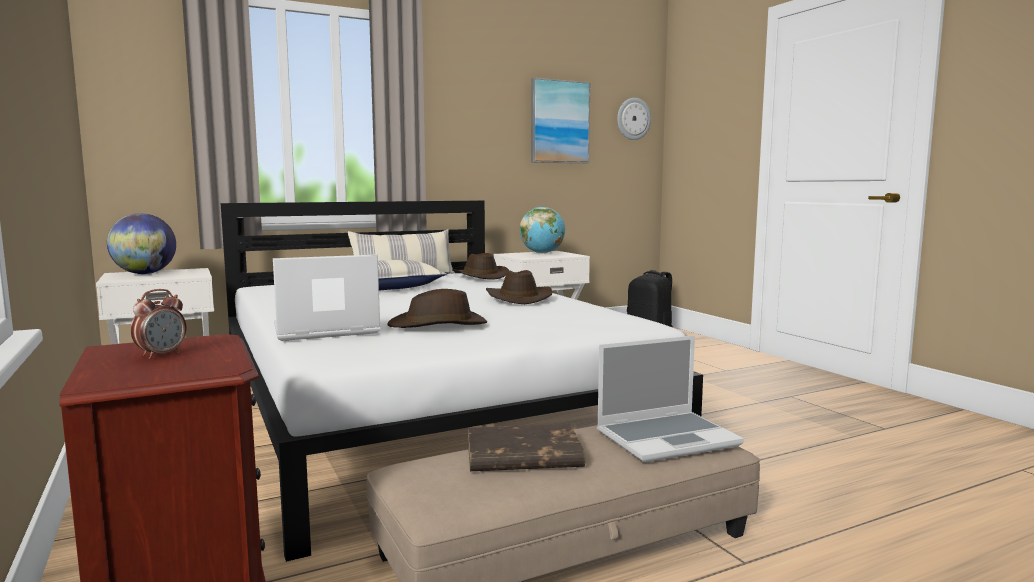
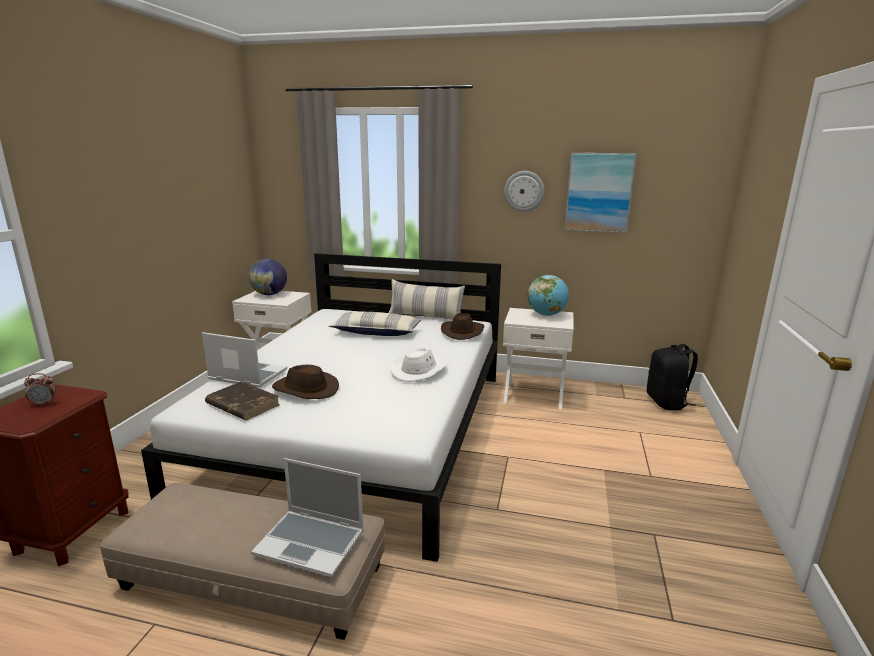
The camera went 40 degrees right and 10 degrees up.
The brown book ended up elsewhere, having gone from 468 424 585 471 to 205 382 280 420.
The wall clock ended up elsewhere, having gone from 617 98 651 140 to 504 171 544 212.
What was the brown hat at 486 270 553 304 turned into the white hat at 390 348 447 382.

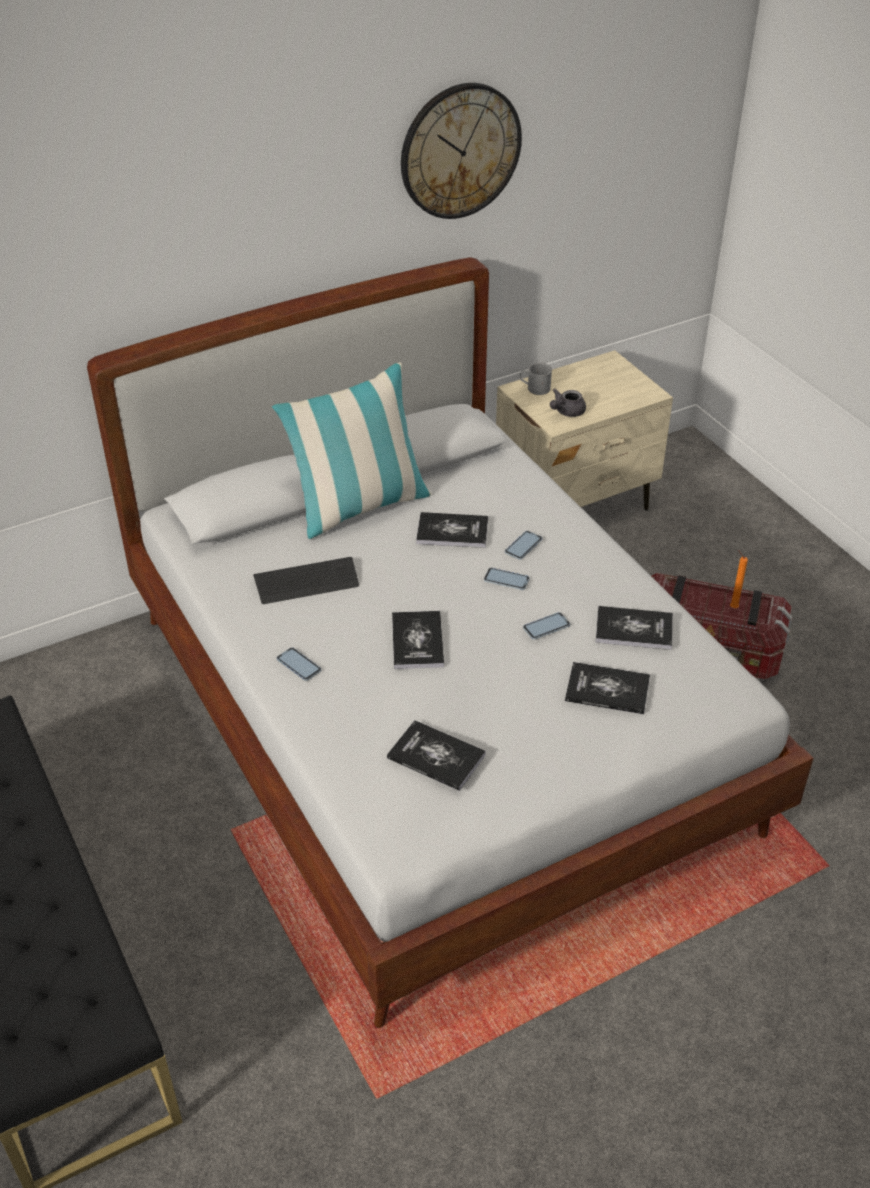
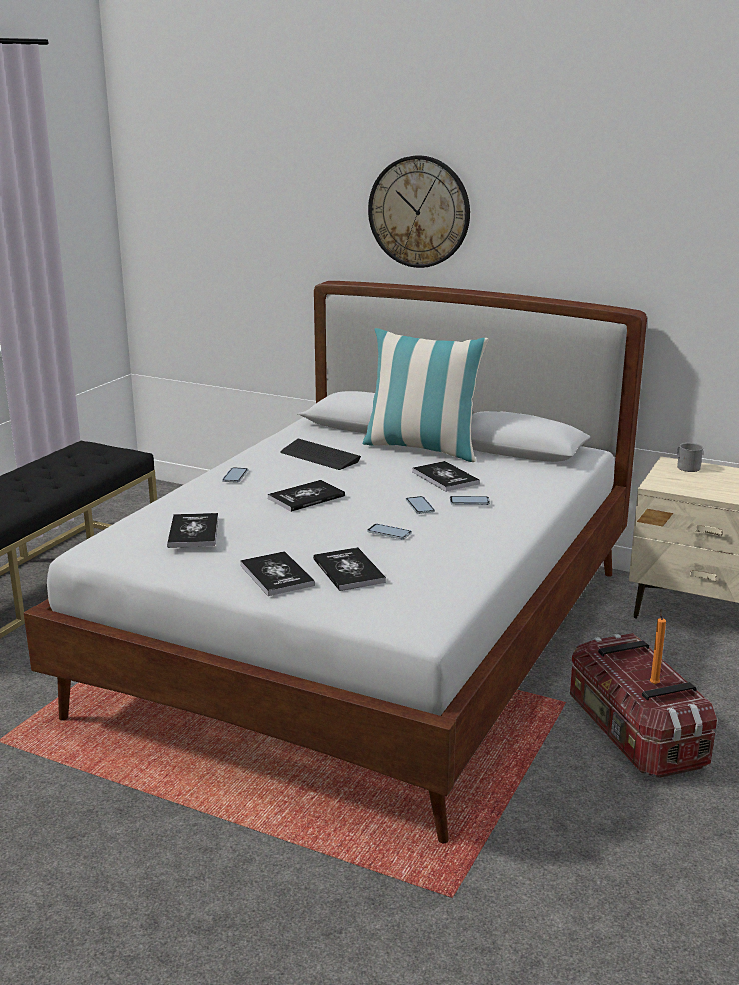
The camera went 55 degrees right and 20 degrees down.
The second view lost the grey teapot at 550 388 586 417.
The wall clock ended up elsewhere, having gone from 401 83 522 219 to 368 155 470 268.
The book ended up elsewhere, having gone from 595 606 673 650 to 240 551 315 596.

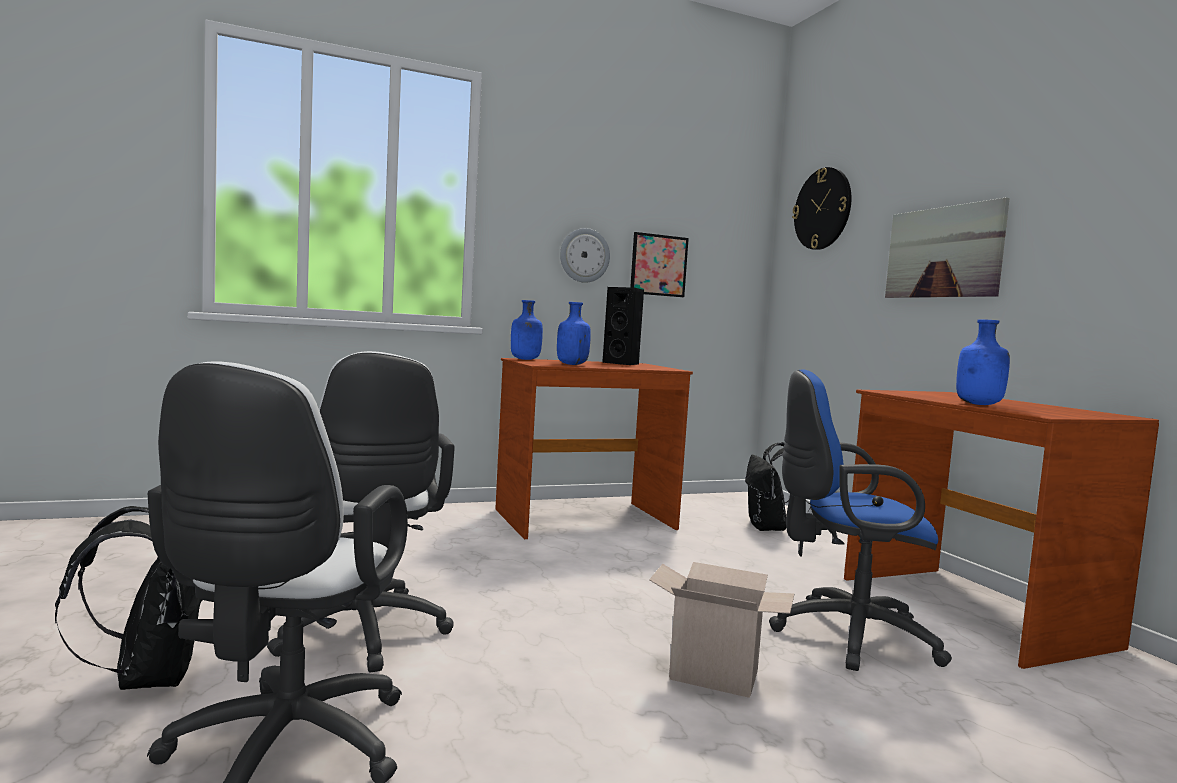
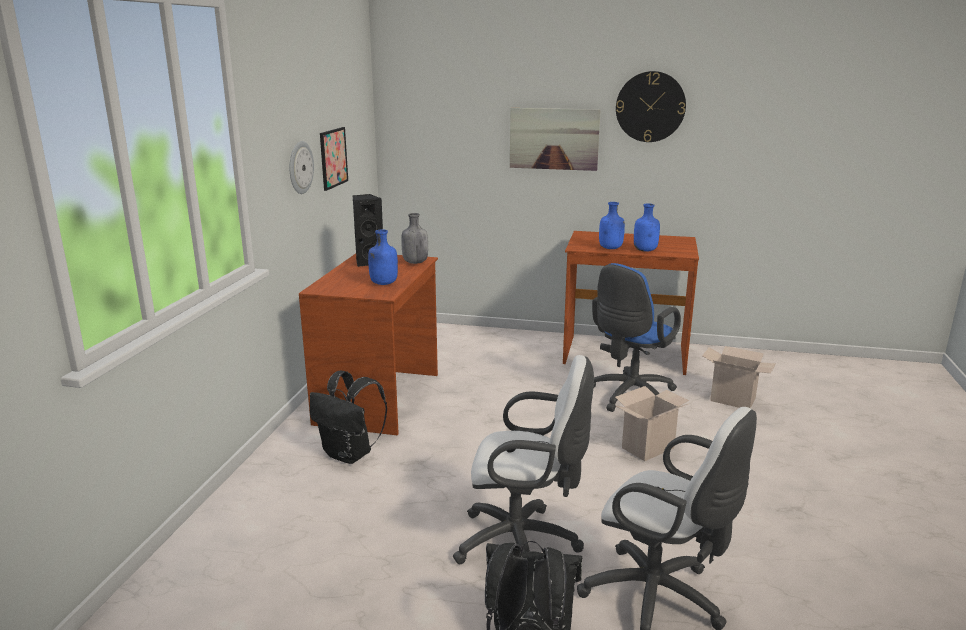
The camera went 55 degrees left and 15 degrees up.
The second view gained the grey bottle at 401 213 428 264.
The second view gained the cardboard box at 702 346 776 408.
The blue bottle ended up elsewhere, having gone from 511 300 543 360 to 599 202 625 249.
The black backpack ended up elsewhere, having gone from 745 442 811 531 to 310 371 387 464.
The wall clock ended up elsewhere, having gone from 792 167 851 250 to 616 71 686 142.

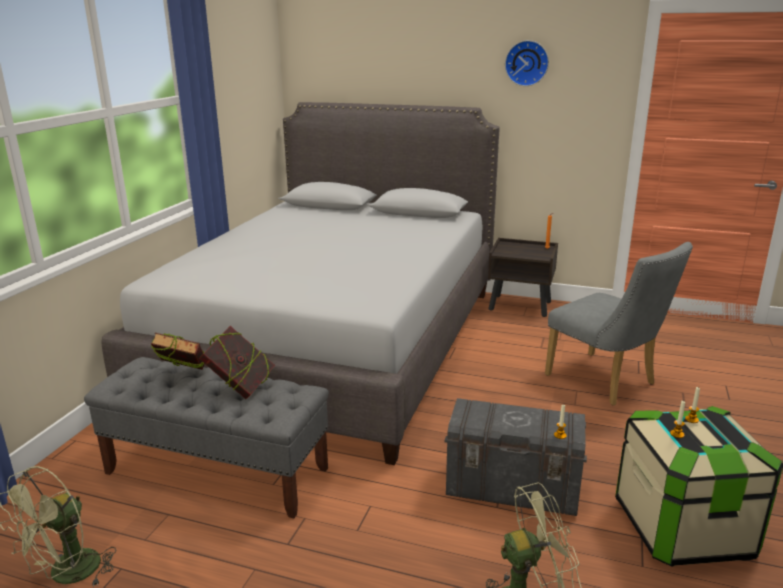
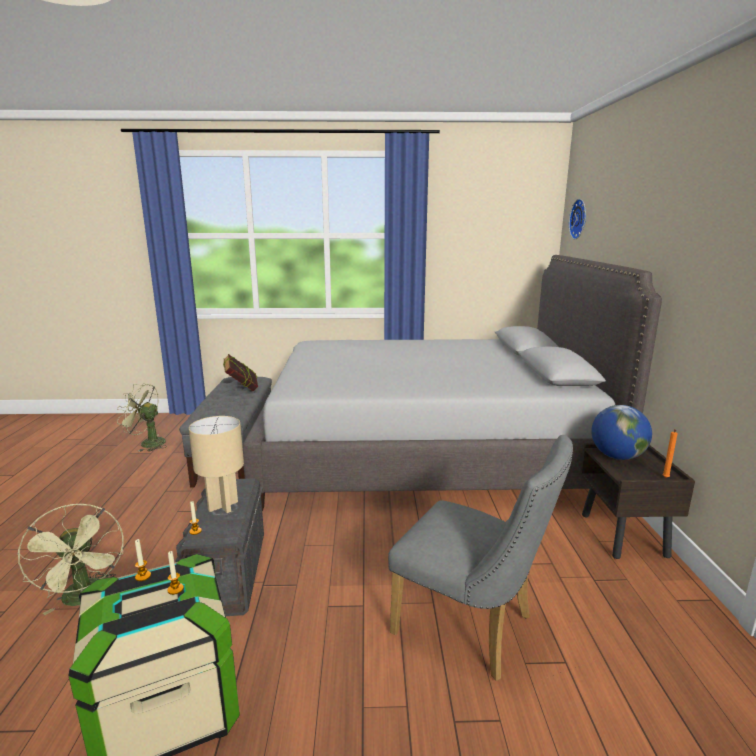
The camera went 70 degrees right and 5 degrees down.
The second view lost the book at 199 326 275 399.
The second view gained the beige table lamp at 189 416 244 513.
The second view gained the globe at 591 405 652 460.
The wall clock ended up elsewhere, having gone from 505 40 549 86 to 569 199 586 239.
The grey chair at 545 242 693 406 ended up facing another way, 90 degrees counterclockwise from before.

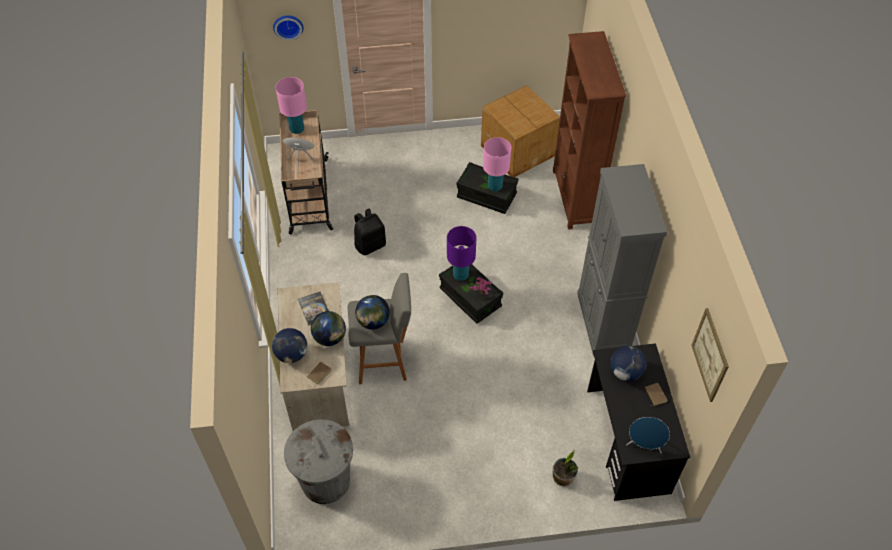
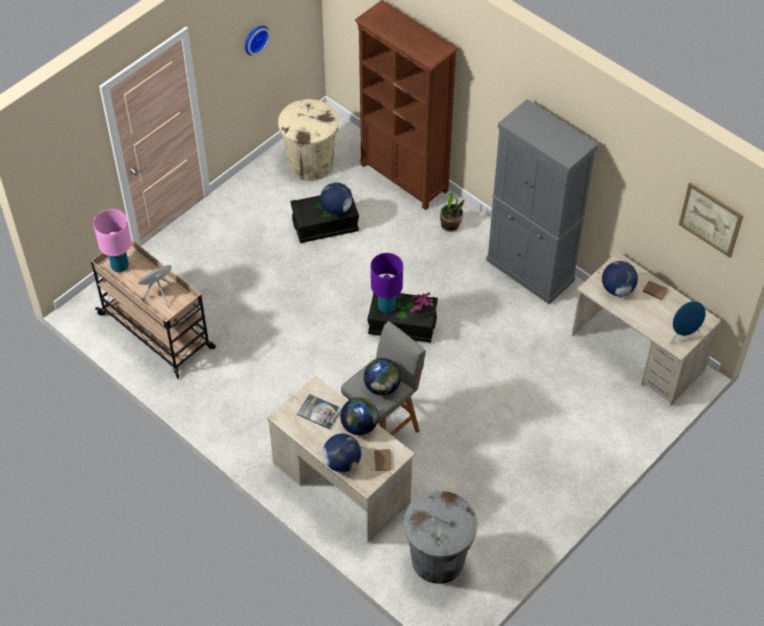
The camera went 40 degrees left and 0 degrees up.
The second view lost the black backpack at 354 208 386 255.
The wall clock ended up elsewhere, having gone from 273 15 304 41 to 245 25 270 55.
The potted plant ended up elsewhere, having gone from 553 450 578 486 to 440 190 464 232.
Where the cardboard box stood at 481 85 560 177, the beige trash can came to stand at 278 99 339 181.
Where the pink table lamp stood at 483 137 511 191, the globe came to stand at 320 183 352 215.
What was the black desk at 587 343 690 501 turned into the beige desk at 571 251 721 406.

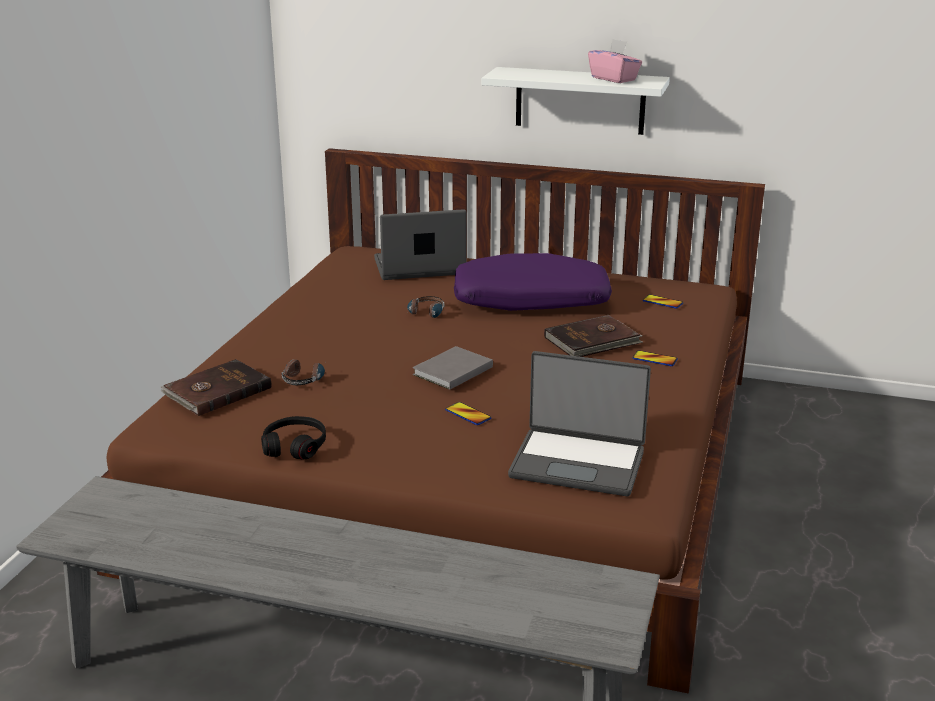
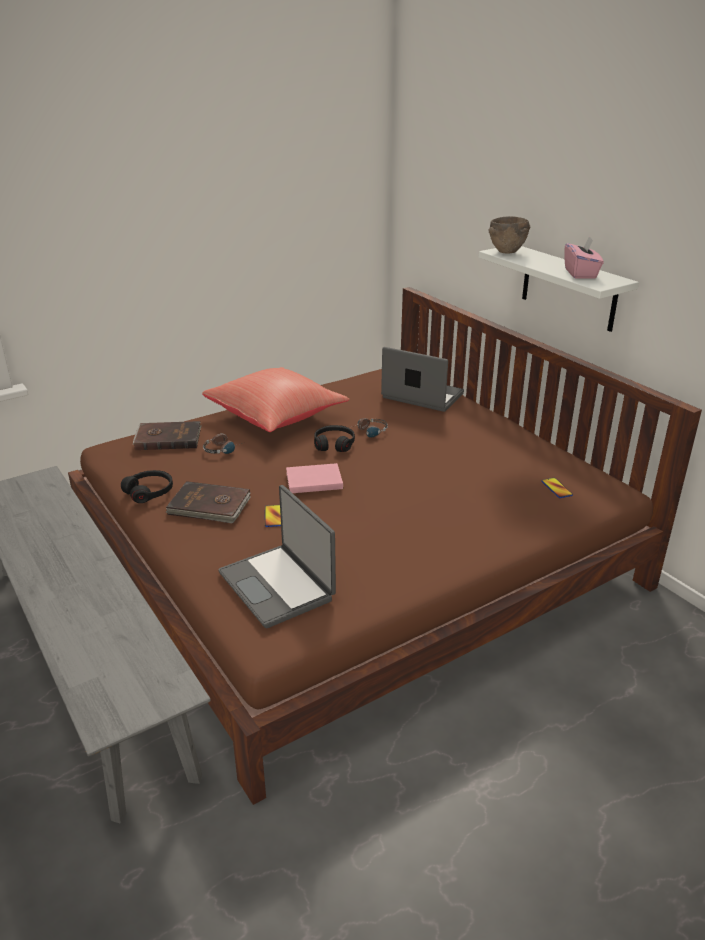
The camera went 40 degrees right and 5 degrees up.
The second view lost the purple pillow at 454 253 612 311.
The second view lost the phone at 632 350 678 366.
The second view gained the red pillow at 202 367 350 432.
The second view gained the black headphones at 314 425 355 452.
The second view gained the brown bowl at 488 216 530 253.
The brown book ended up elsewhere, having gone from 544 315 643 357 to 165 481 251 524.
What was the grey book at 413 346 493 390 turned into the pink book at 286 463 343 493.

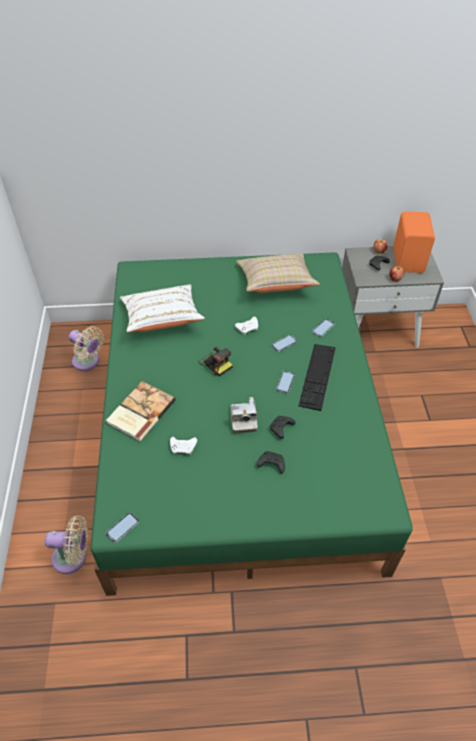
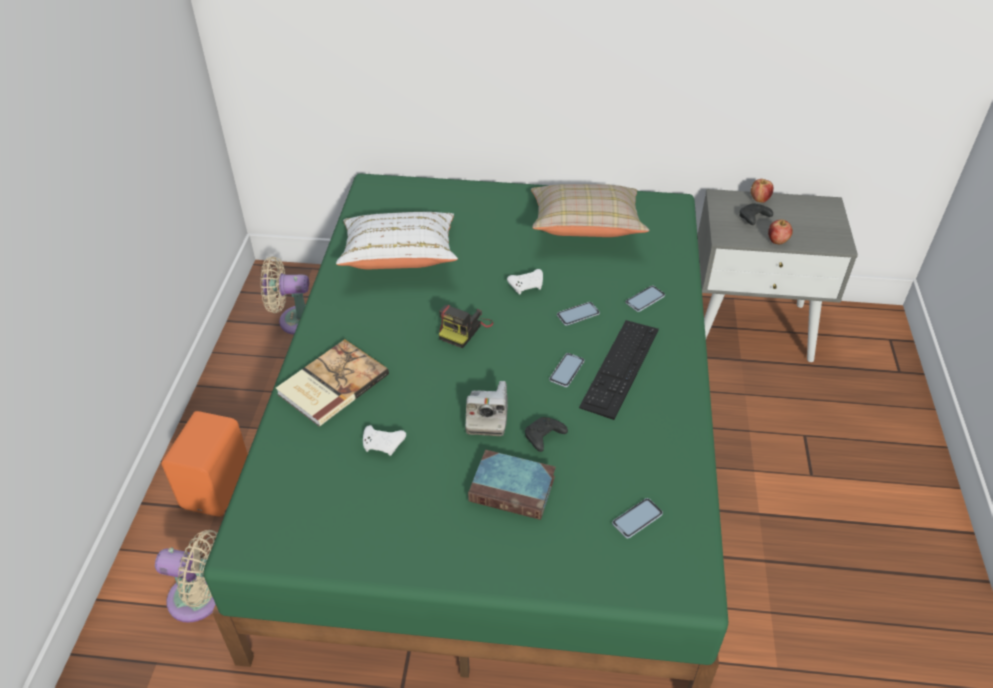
The camera went 10 degrees right and 5 degrees down.
The phone ended up elsewhere, having gone from 106 512 139 543 to 612 498 663 538.
The orange speaker ended up elsewhere, having gone from 393 211 435 273 to 161 411 248 517.
Where the black game controller stood at 257 451 285 474, the book came to stand at 468 450 556 520.
The beige fan at 68 326 104 371 ended up facing another way, 135 degrees clockwise from before.
The photo camera at 198 346 233 377 ended up facing another way, 60 degrees clockwise from before.

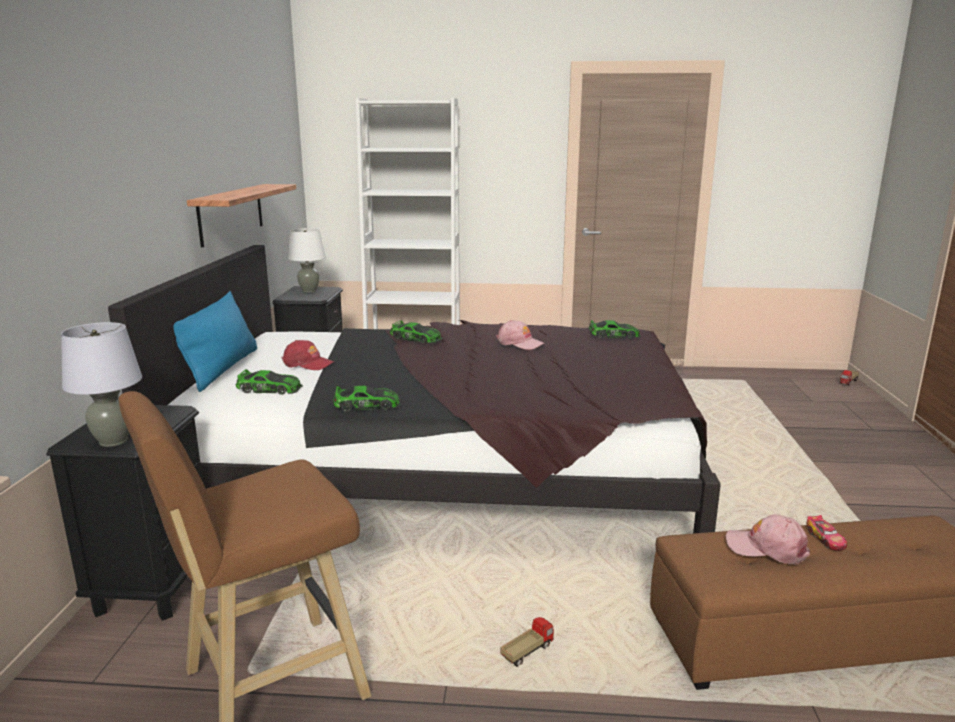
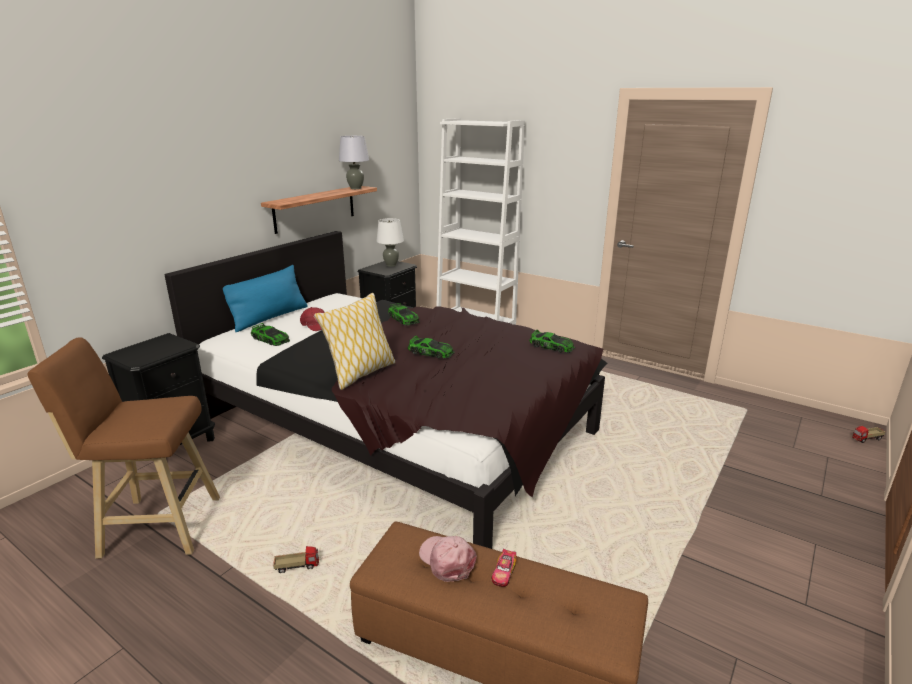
The camera went 30 degrees right and 5 degrees up.
The second view lost the pink cap at 496 320 545 350.
The second view gained the pillow at 314 293 396 390.
The grey table lamp ended up elsewhere, having gone from 61 322 142 447 to 339 136 369 189.
The toy car ended up elsewhere, having gone from 333 386 401 412 to 408 336 455 359.

